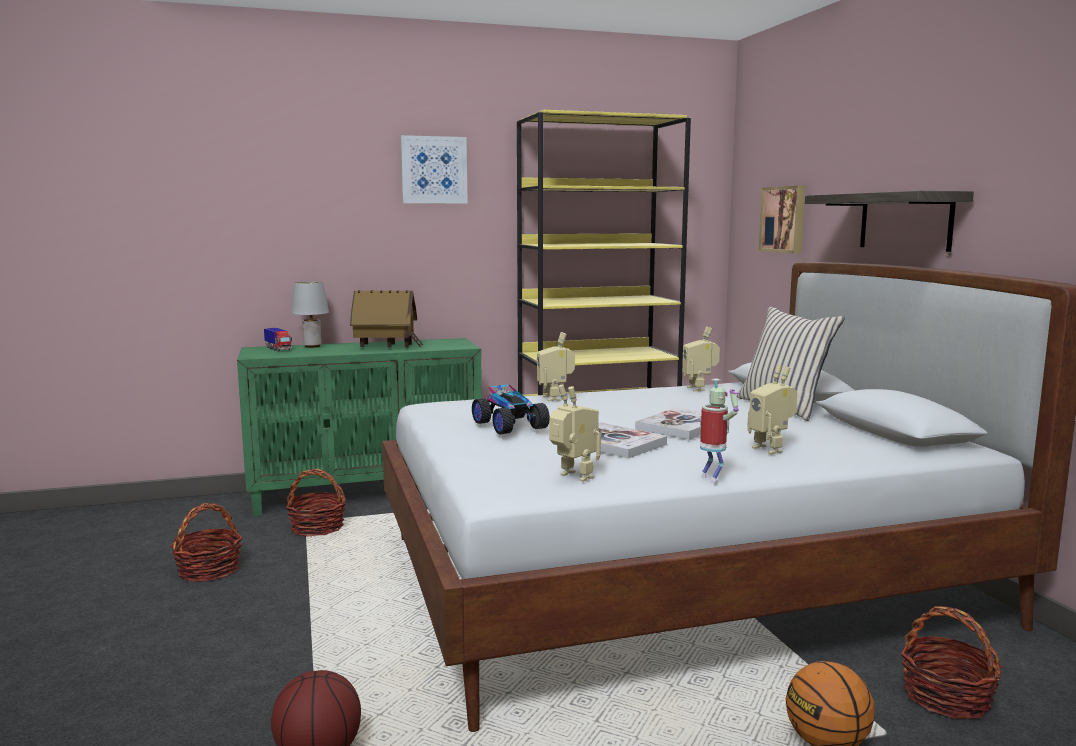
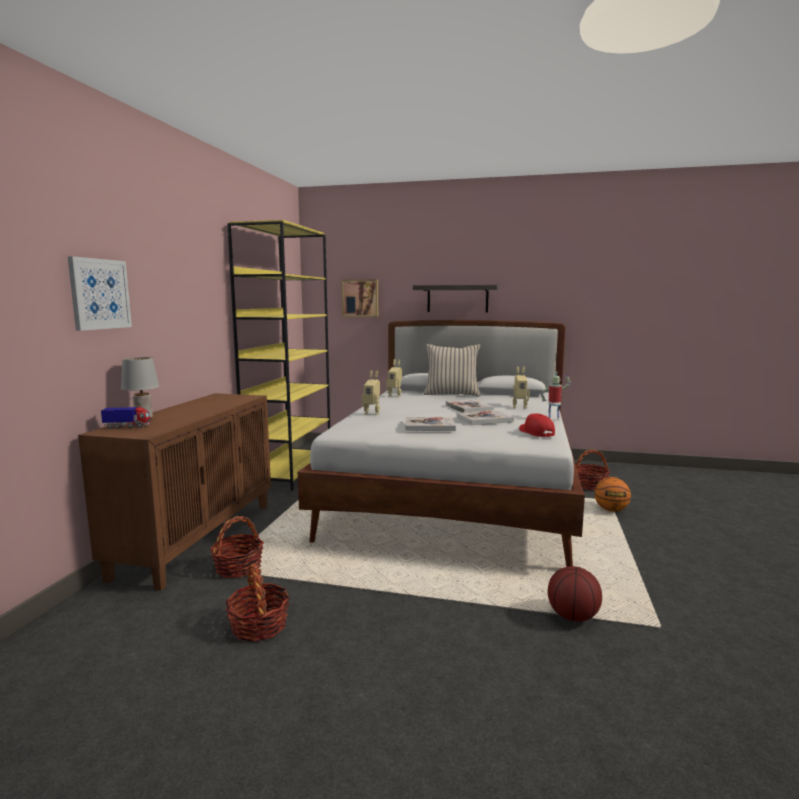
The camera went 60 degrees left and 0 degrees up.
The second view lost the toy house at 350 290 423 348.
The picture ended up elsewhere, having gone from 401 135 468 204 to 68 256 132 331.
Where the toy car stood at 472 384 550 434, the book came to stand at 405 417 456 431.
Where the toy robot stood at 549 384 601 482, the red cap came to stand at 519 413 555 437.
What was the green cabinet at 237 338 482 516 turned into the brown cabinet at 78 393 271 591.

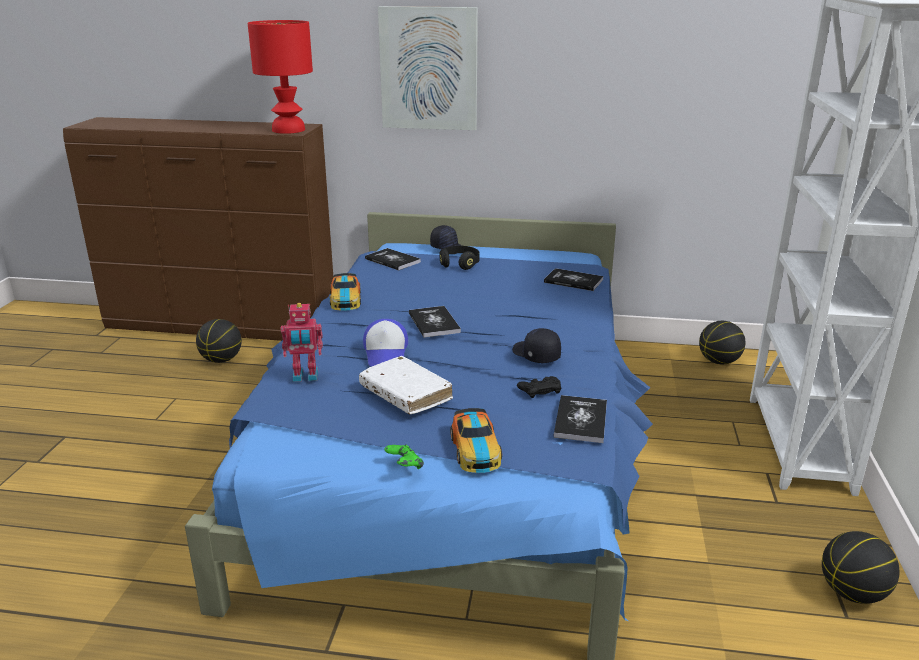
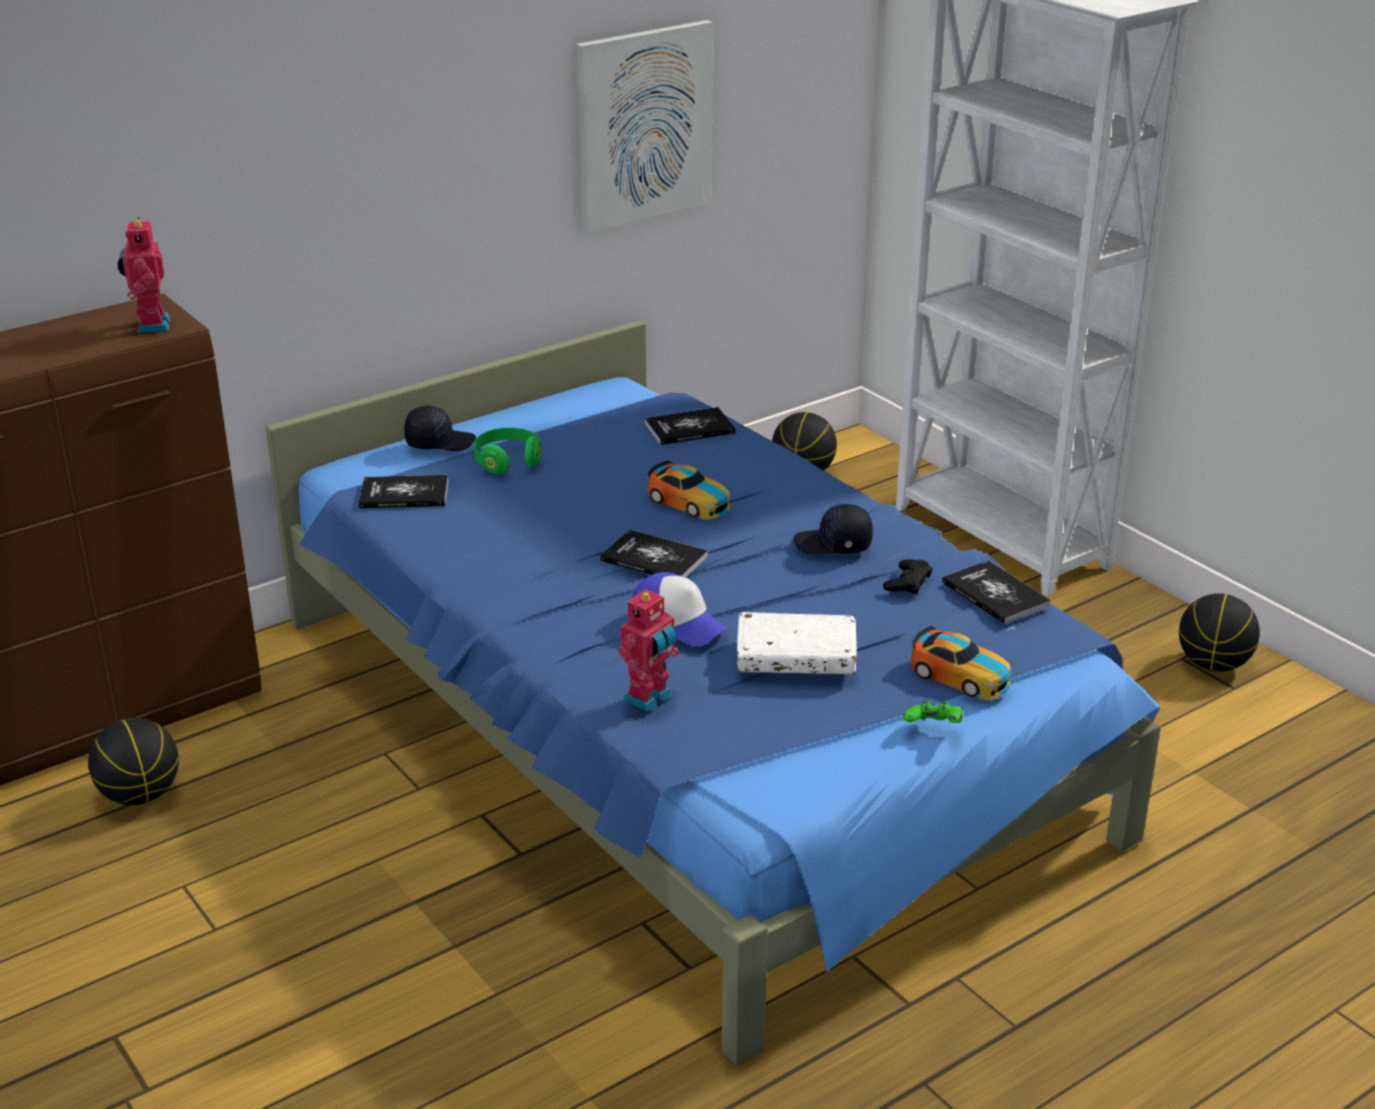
The camera went 45 degrees left and 5 degrees up.
The toy car ended up elsewhere, having gone from 330 273 361 311 to 648 461 731 520.
The picture ended up elsewhere, having gone from 378 6 478 130 to 575 20 713 233.
Where the red table lamp stood at 248 20 313 134, the toy robot came to stand at 117 217 170 333.
What was the black headphones at 440 246 480 270 turned into the green headphones at 474 428 542 475.

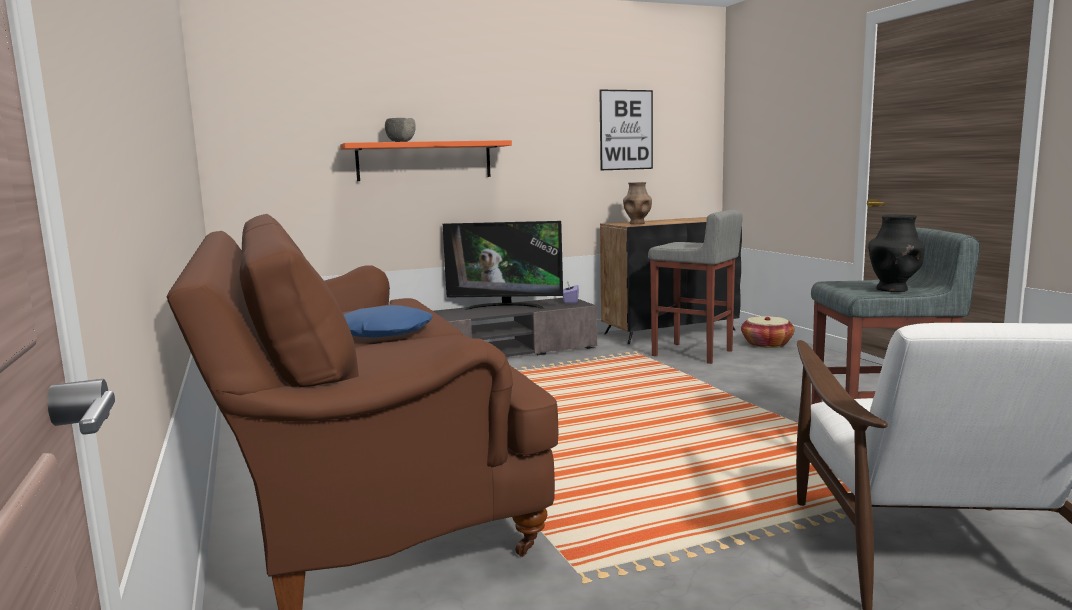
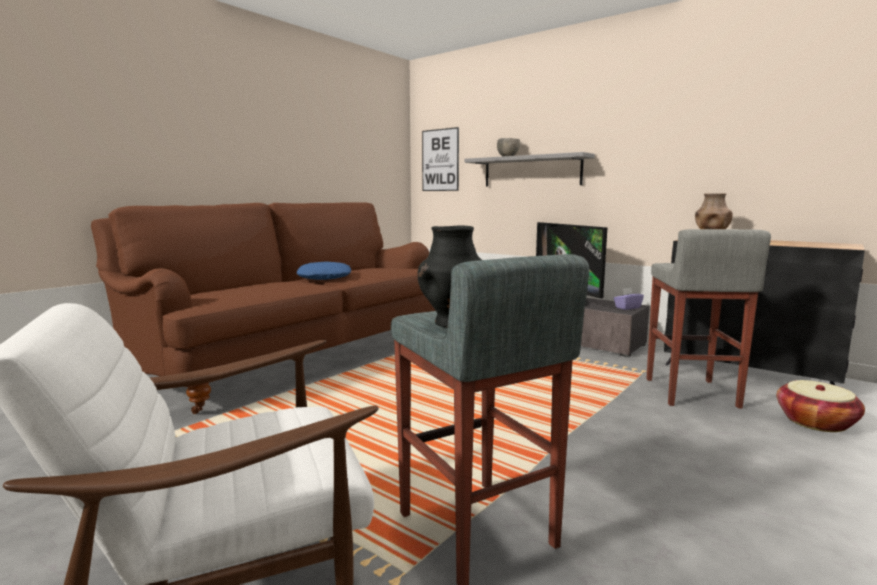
The camera went 60 degrees right and 0 degrees up.
The picture ended up elsewhere, having gone from 599 90 653 170 to 422 127 459 191.
What was the orange shelf at 340 140 512 181 turned into the grey shelf at 464 152 595 187.

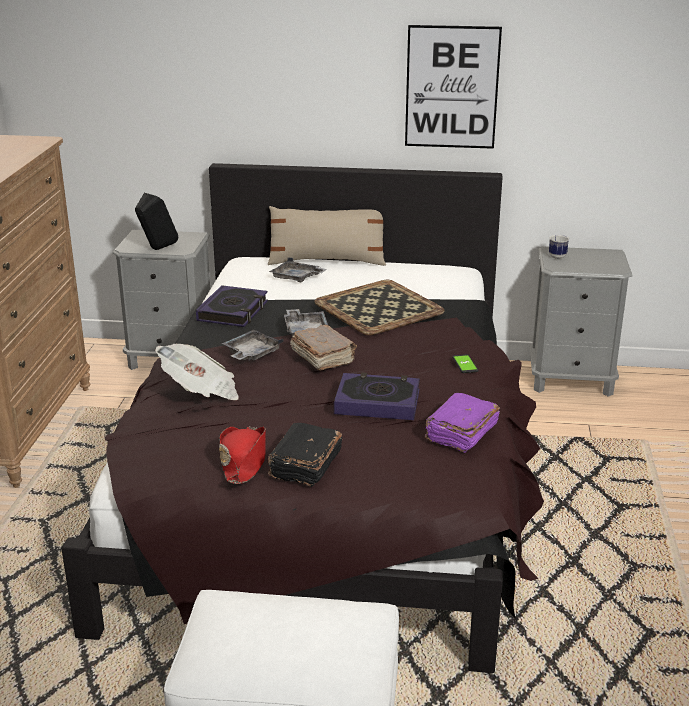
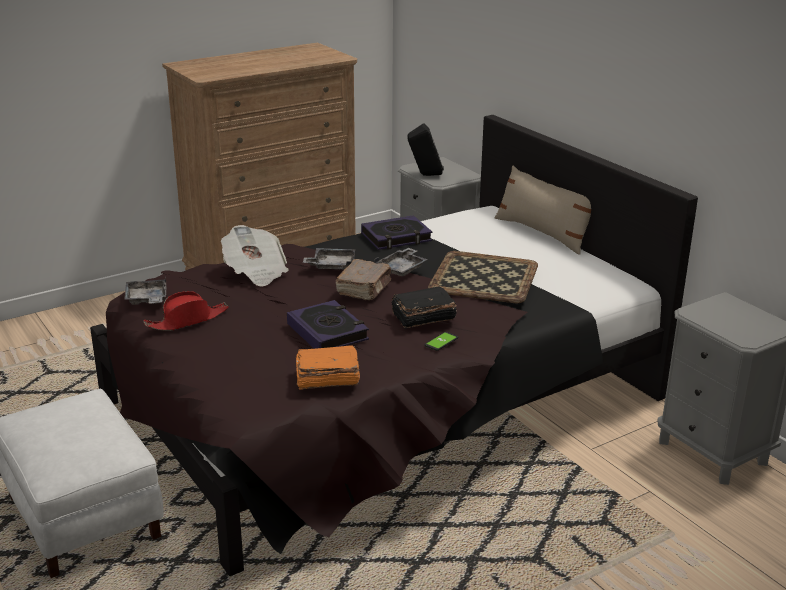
The camera went 50 degrees right and 0 degrees up.
The second view lost the picture at 405 25 502 149.
The second view lost the mug at 549 235 569 259.
The black book ended up elsewhere, having gone from 268 423 342 487 to 391 286 457 329.
The grey tray ended up elsewhere, having gone from 269 257 327 282 to 124 277 167 305.
What was the purple book at 425 393 500 453 turned into the orange book at 296 345 360 390.

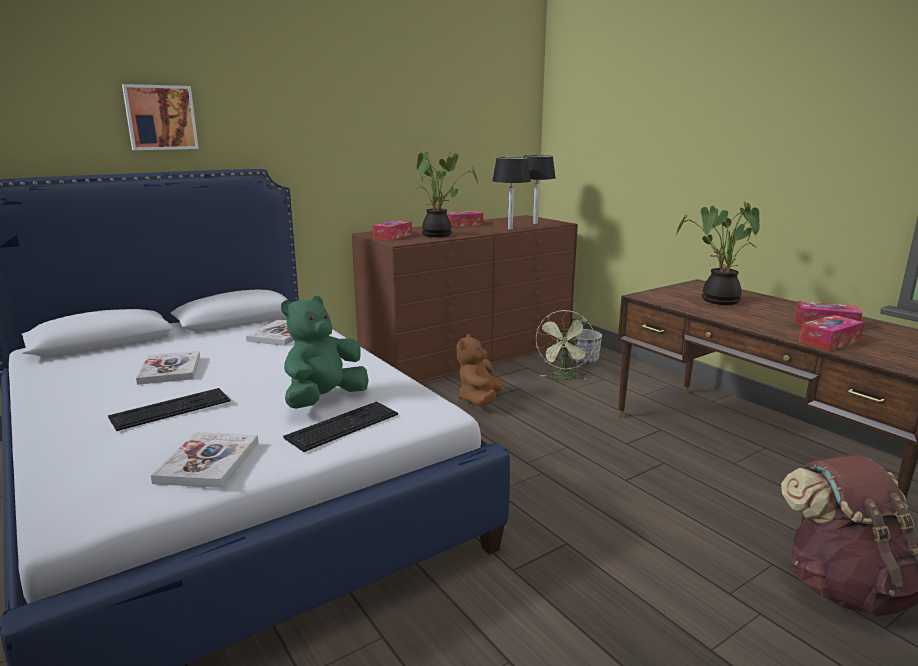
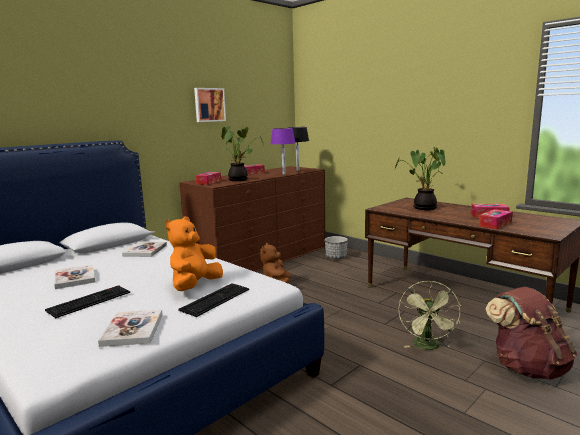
The camera went 10 degrees left and 5 degrees down.
The picture ended up elsewhere, having gone from 122 84 199 150 to 194 88 226 122.
The green fan ended up elsewhere, having gone from 535 310 595 380 to 398 281 461 350.
What was the green plush toy at 281 296 369 409 turned into the orange plush toy at 165 217 223 291.
What was the black table lamp at 492 157 531 229 turned into the purple table lamp at 270 128 295 174.

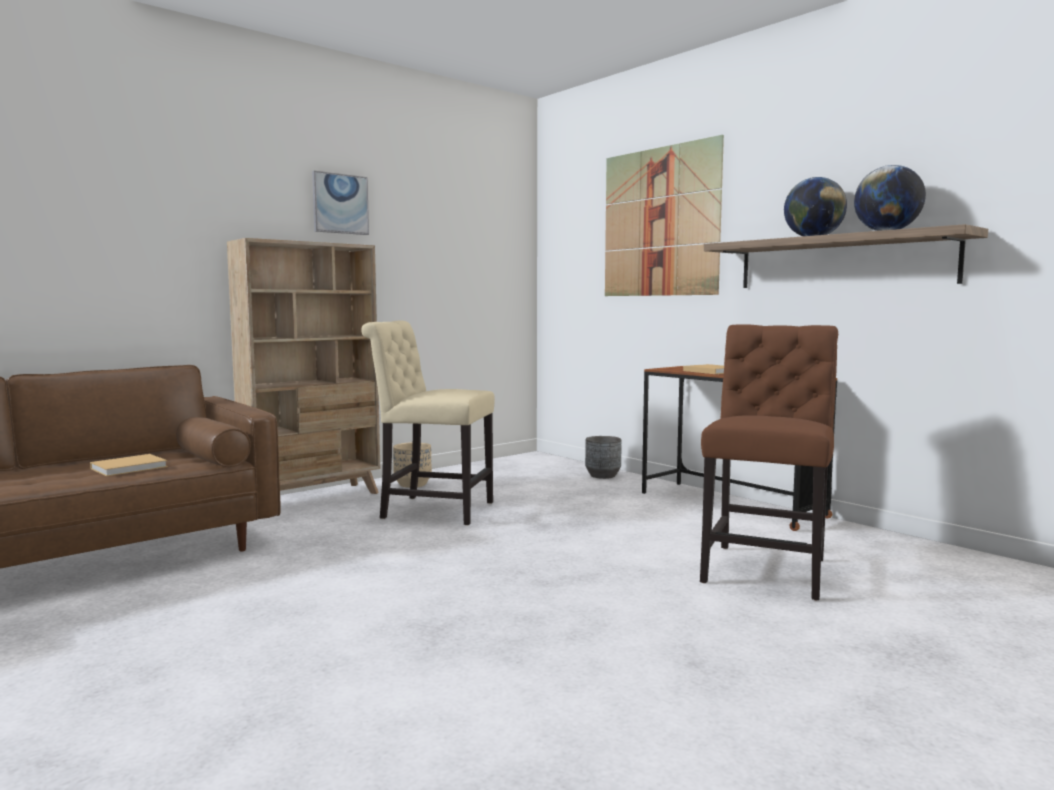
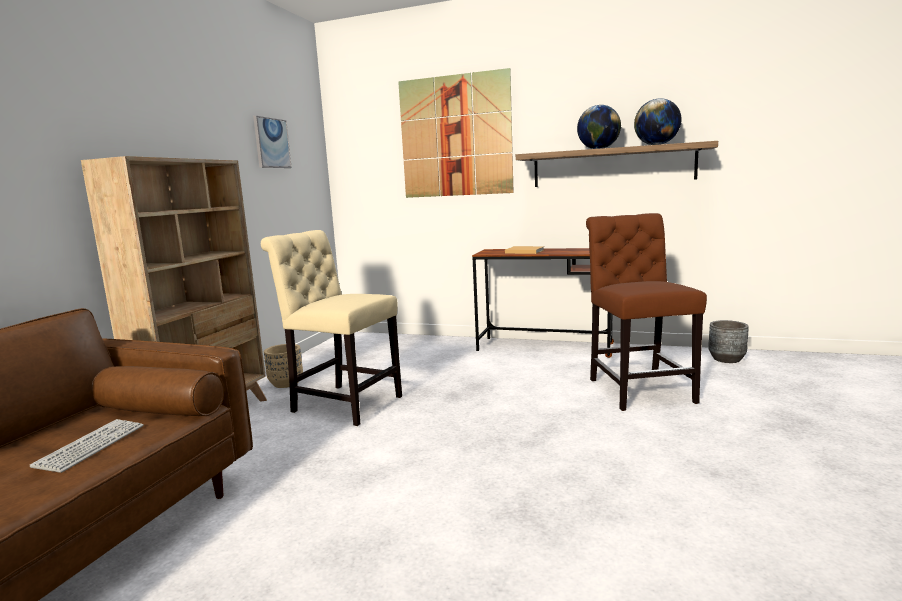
The camera went 30 degrees left and 5 degrees up.
The picture ended up elsewhere, having gone from 312 171 369 235 to 253 116 292 168.
The grey planter ended up elsewhere, having gone from 585 436 621 479 to 708 320 749 363.
Where the beige book stood at 90 454 168 476, the keyboard came to stand at 30 419 144 473.
The beige chair at 361 321 495 526 ended up facing another way, 45 degrees clockwise from before.

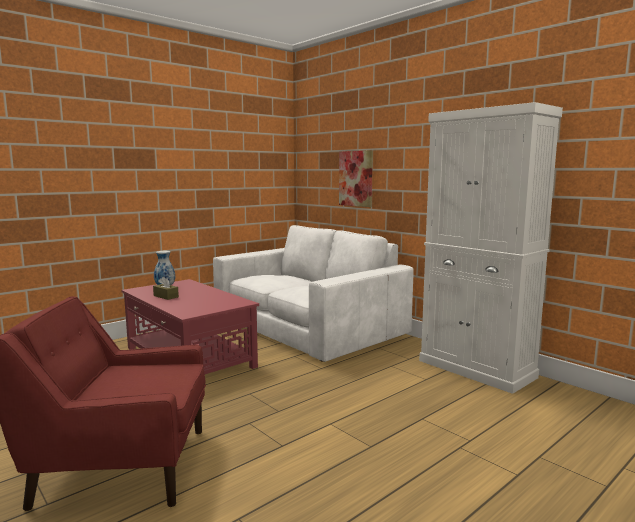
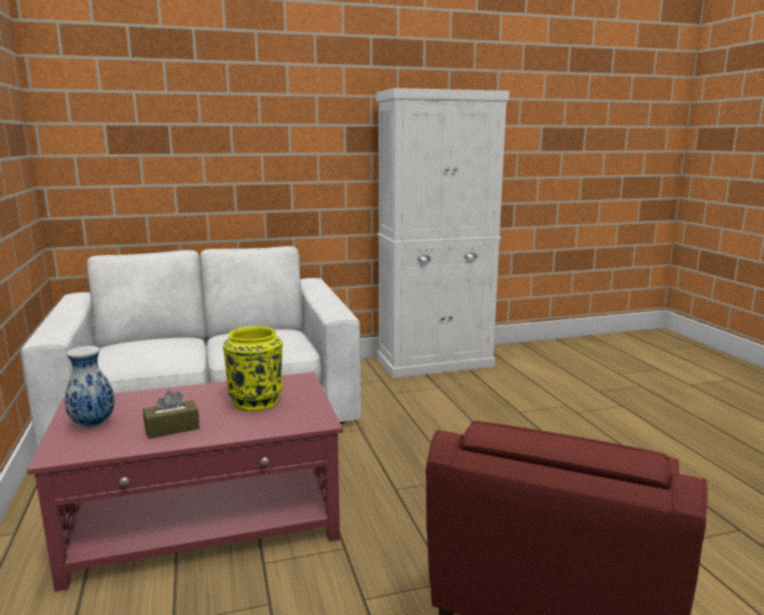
The camera went 65 degrees left and 5 degrees up.
The second view lost the picture at 339 150 373 207.
The second view gained the yellow vase at 223 326 283 411.

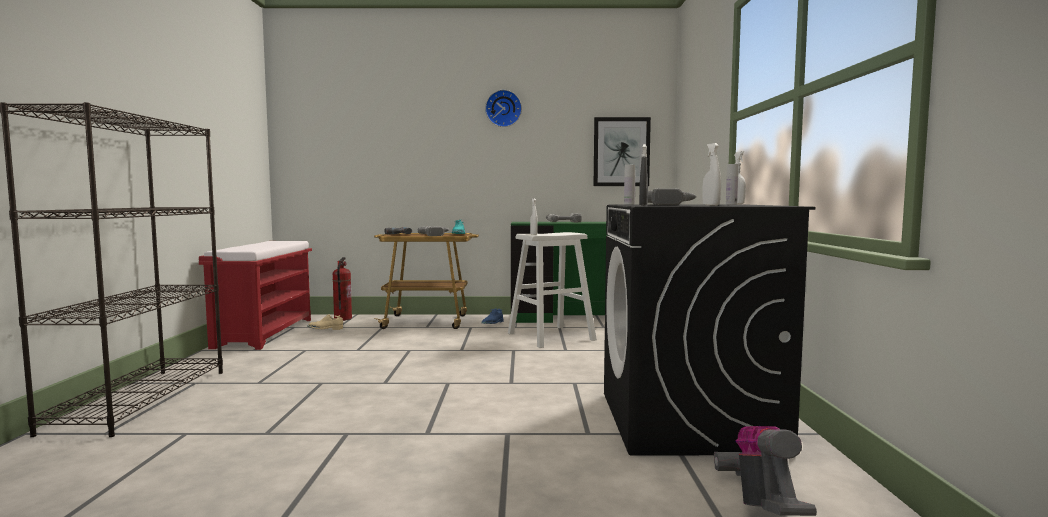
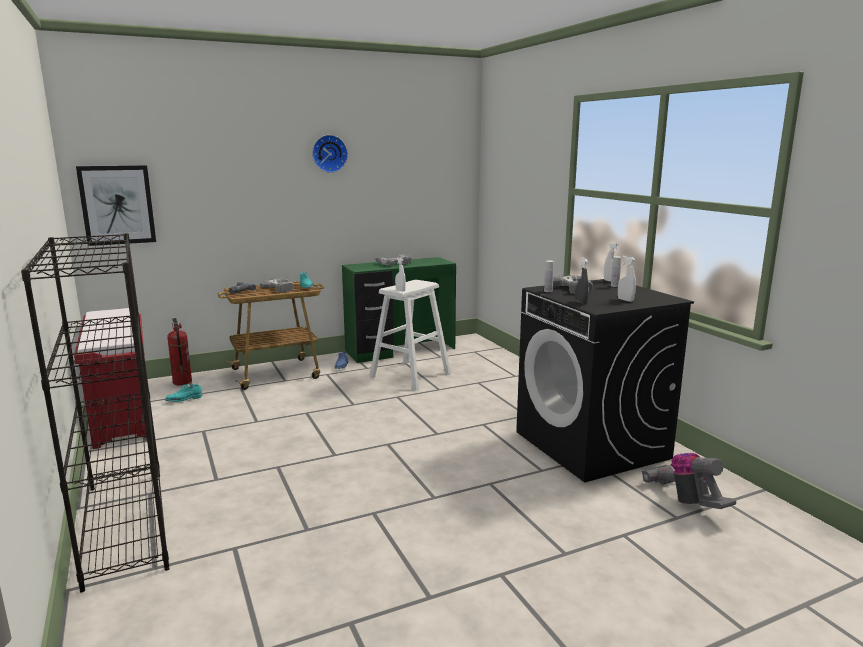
The camera went 25 degrees left and 10 degrees up.
The picture ended up elsewhere, having gone from 594 117 651 186 to 76 165 156 246.
What was the beige shoe at 307 314 343 330 turned into the turquoise shoe at 165 383 202 402.

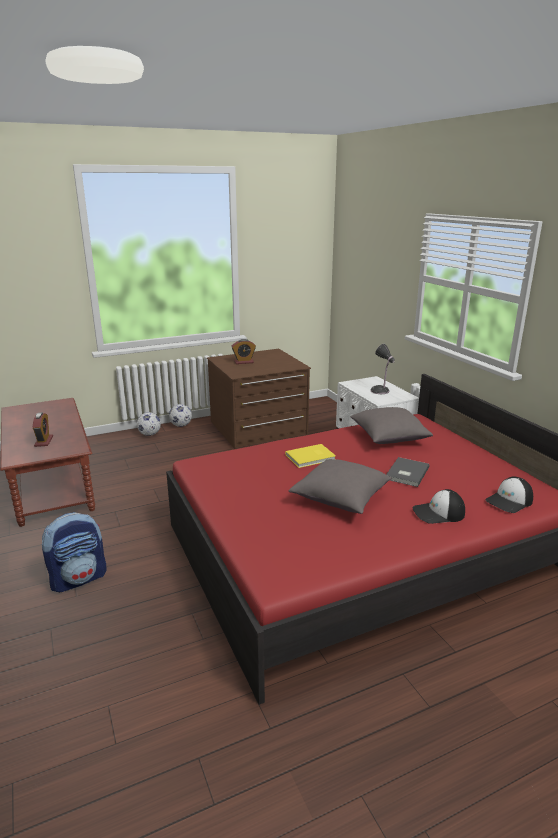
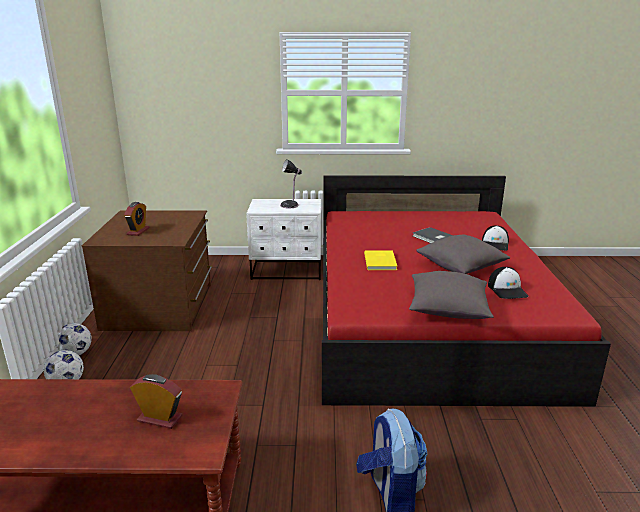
The camera went 65 degrees left and 0 degrees up.
The grey pillow ended up elsewhere, having gone from 350 407 433 444 to 409 271 494 319.
The cap ended up elsewhere, having gone from 485 476 533 513 to 488 267 529 299.

